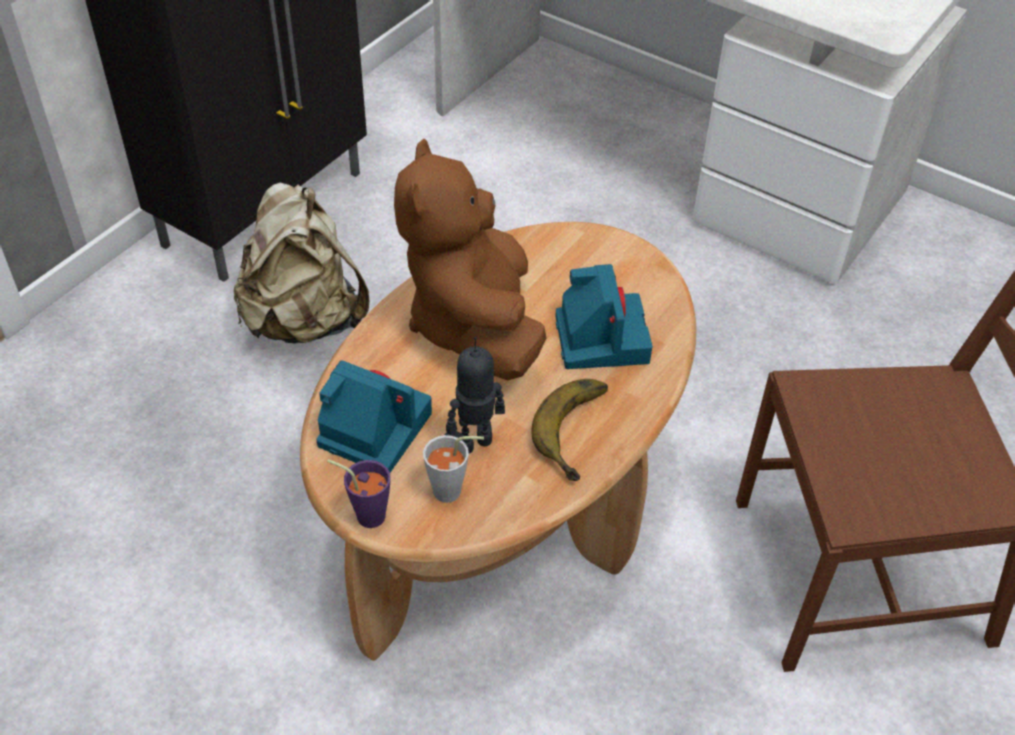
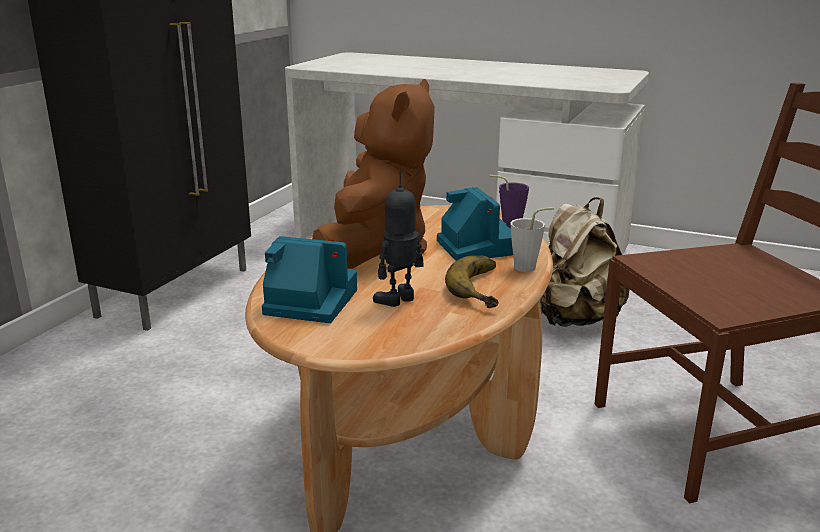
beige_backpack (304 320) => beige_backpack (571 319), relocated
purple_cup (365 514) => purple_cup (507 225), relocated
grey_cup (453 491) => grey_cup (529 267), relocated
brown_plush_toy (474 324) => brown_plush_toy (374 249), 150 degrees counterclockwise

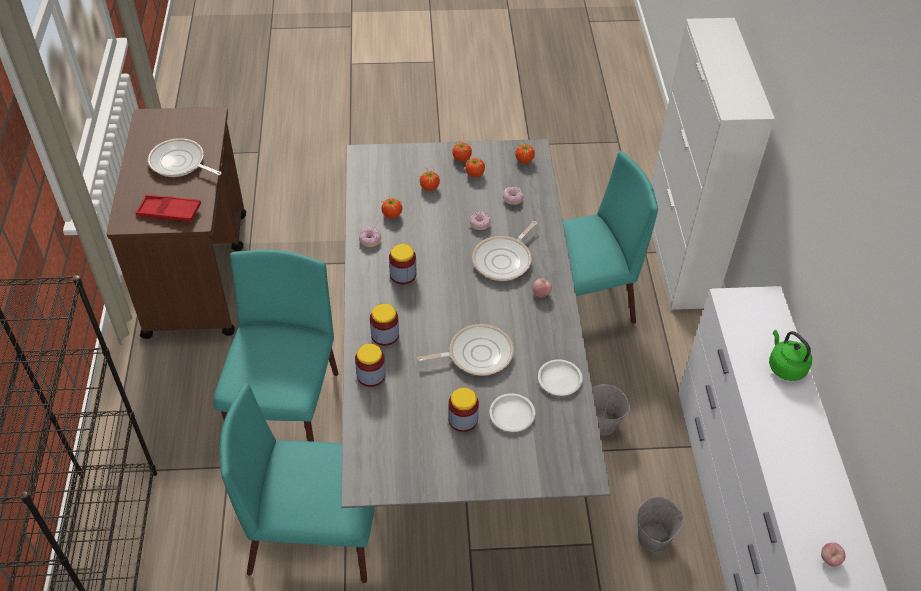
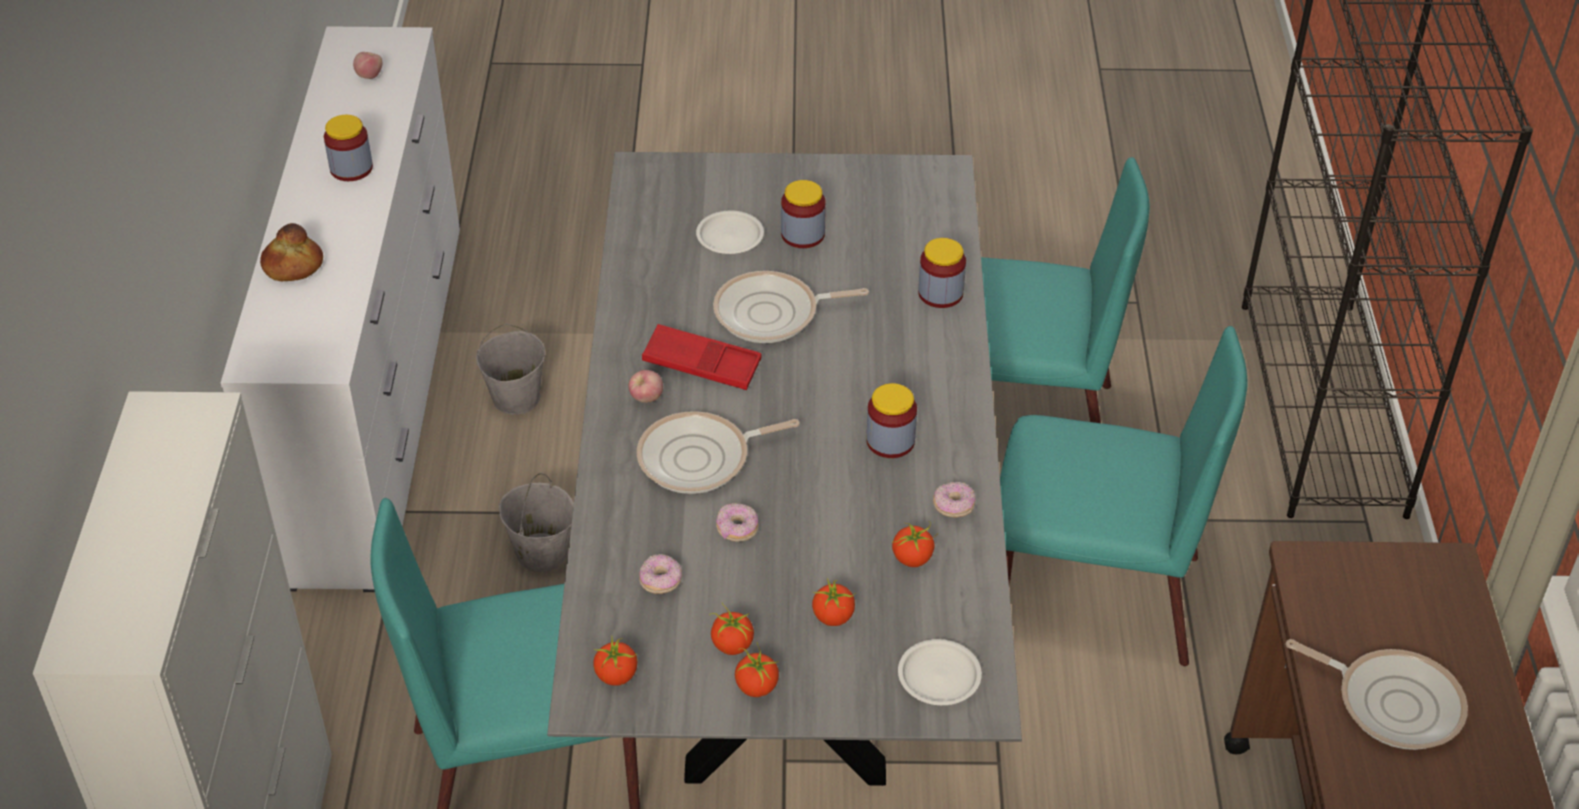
red_tray (169 212) => red_tray (702 364), relocated
jar (385 335) => jar (351 168), relocated
white_plate (560 379) => white_plate (938 677), relocated
green_kettle (785 366) => bread (292 267)
turquoise_chair (286 413) => turquoise_chair (1092 595), 90 degrees counterclockwise
frying_pan (504 260) => frying_pan (700 459), 150 degrees counterclockwise

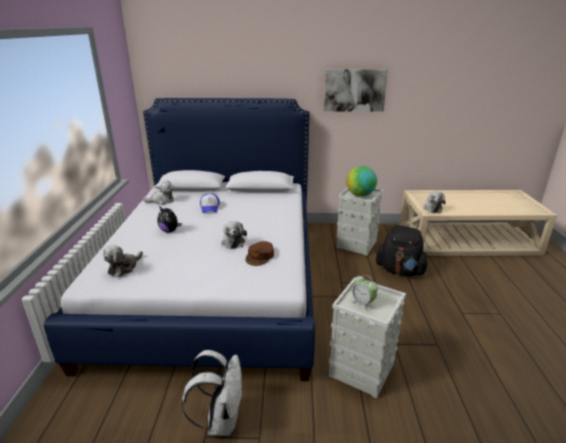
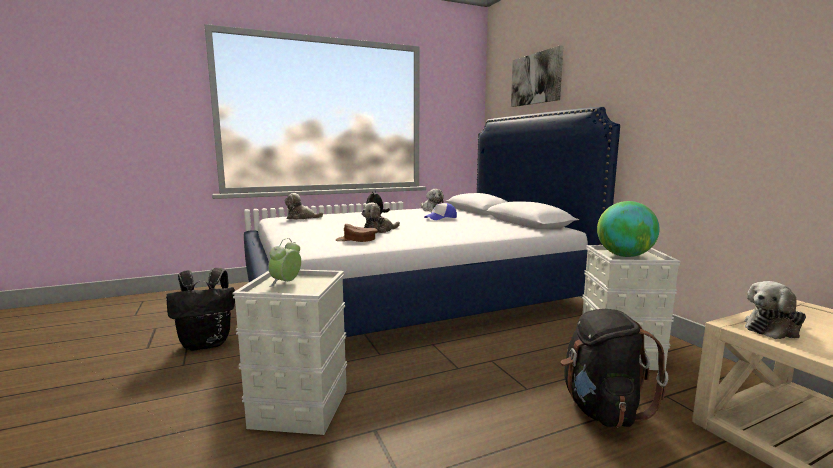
picture (354 90) => picture (536 79), relocated
white_backpack (221 420) => black_backpack (207 343)

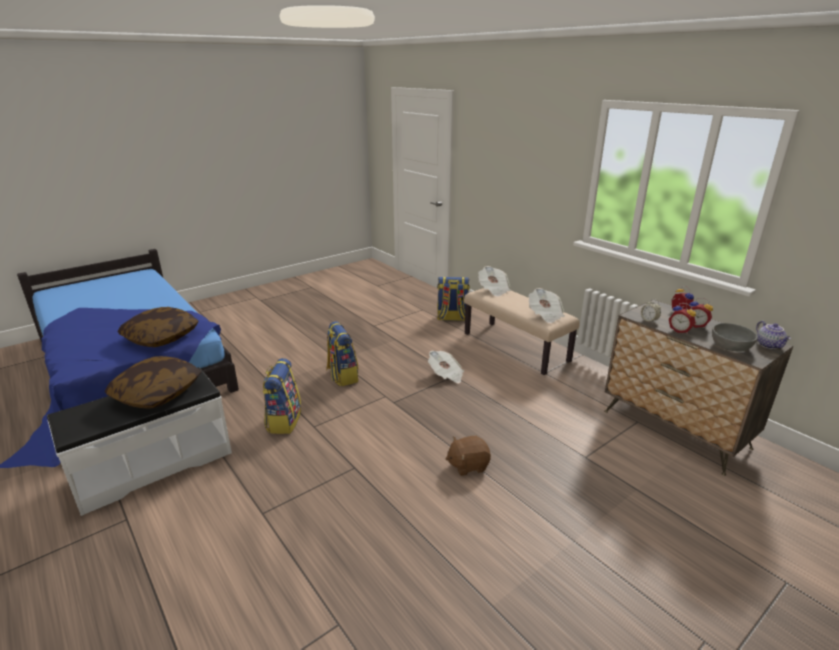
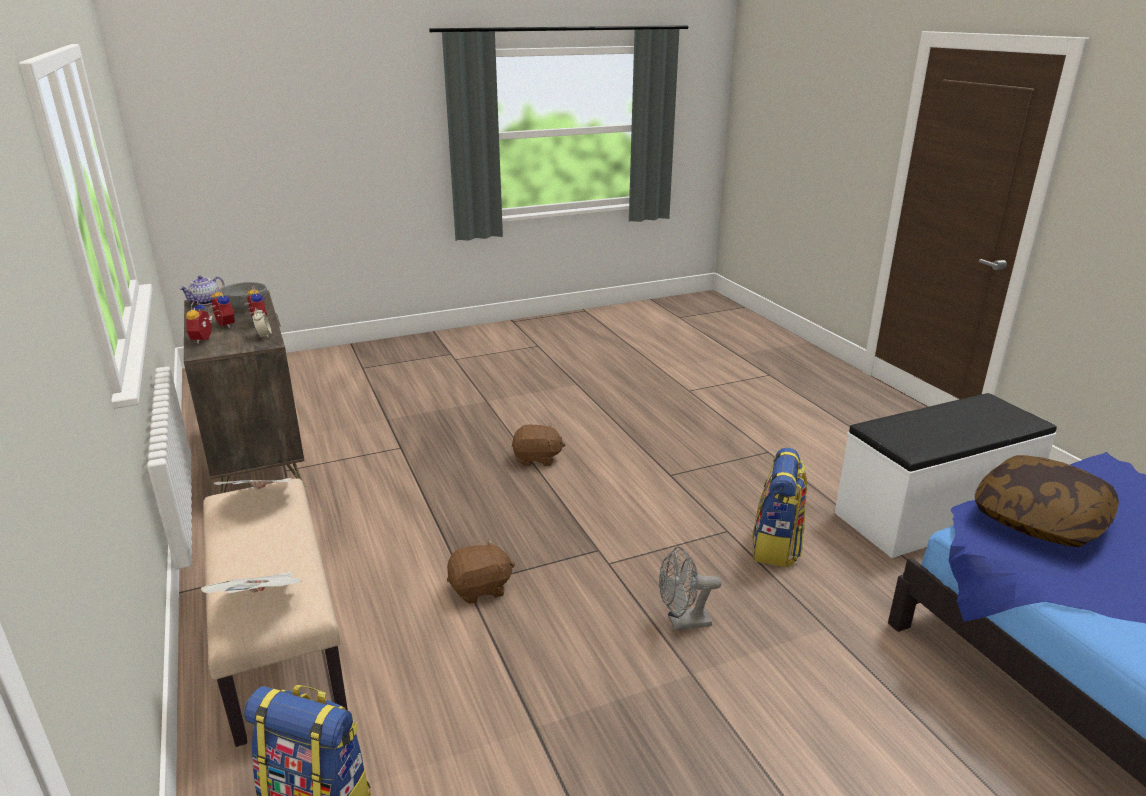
pillow (157 394) => nothing
backpack (342 376) => grey_fan (683 623)
newspaper (446 375) => brown_plush_toy (480 589)
teapot (769 345) => teapot (205 302), 150 degrees counterclockwise

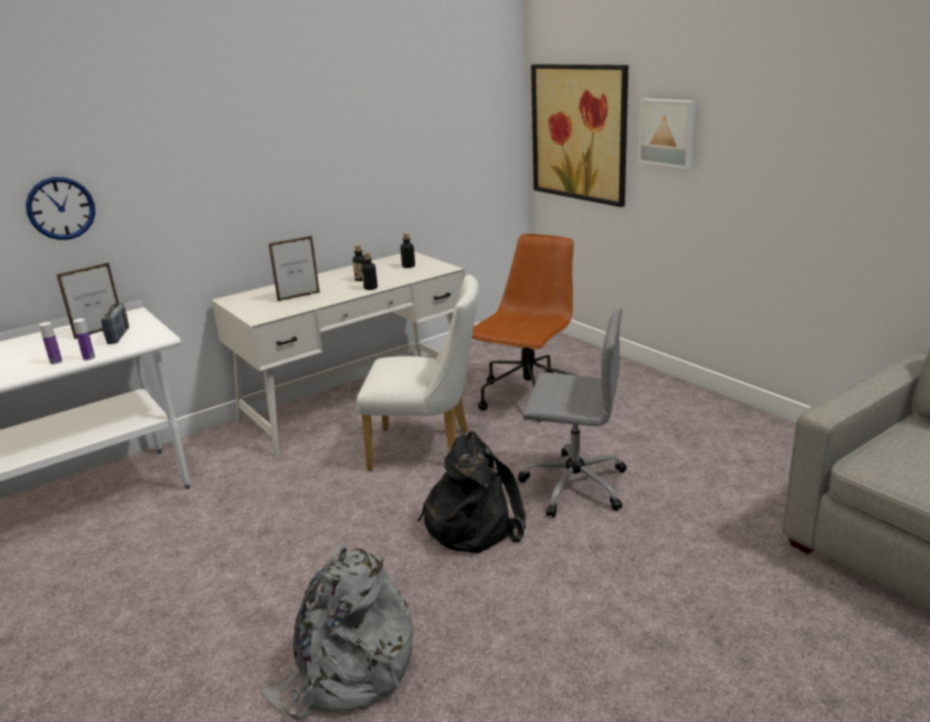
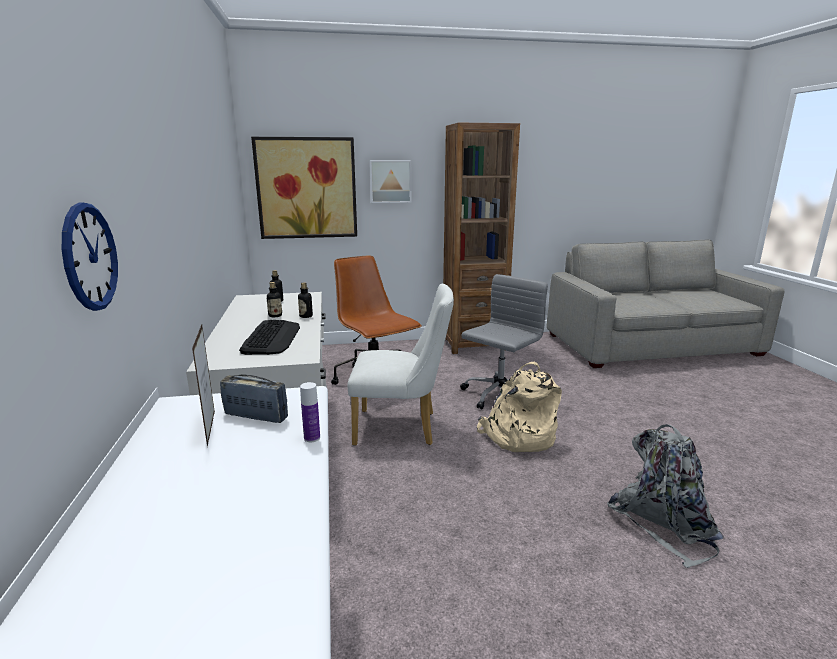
bottle (56 362) => nothing
nothing => brown_bookcase (473 344)
picture_frame (299 297) => keyboard (272 338)
black_backpack (473 524) => beige_backpack (518 436)
white_chair (428 449) => white_chair (402 428), 60 degrees clockwise

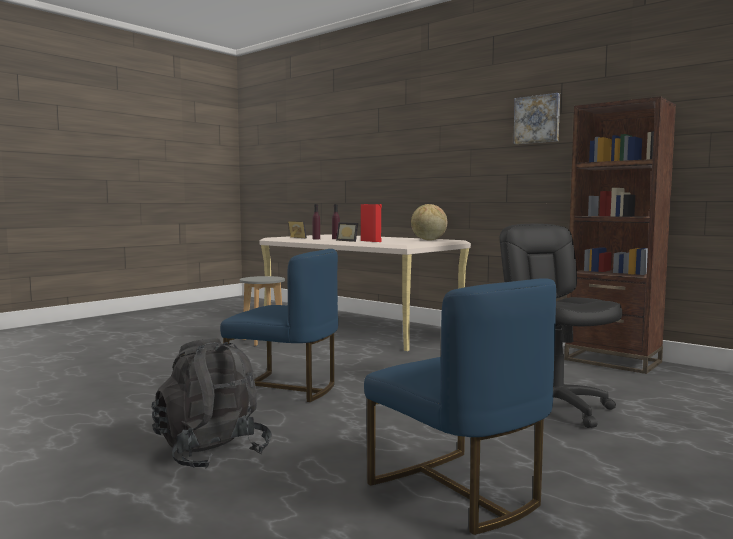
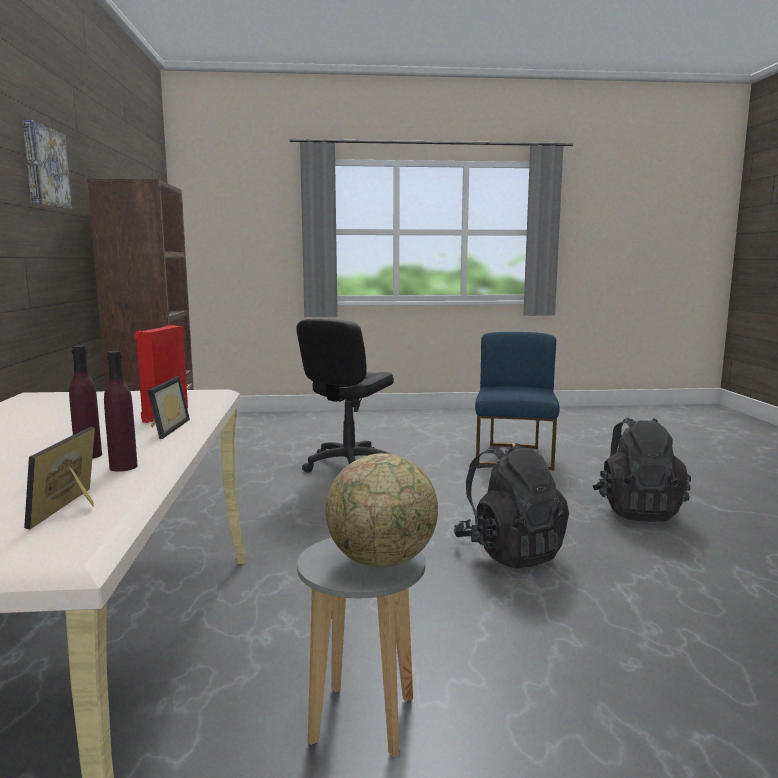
globe (428 240) => globe (382 561), relocated
blue_chair (285 389) => black_backpack (509 552)

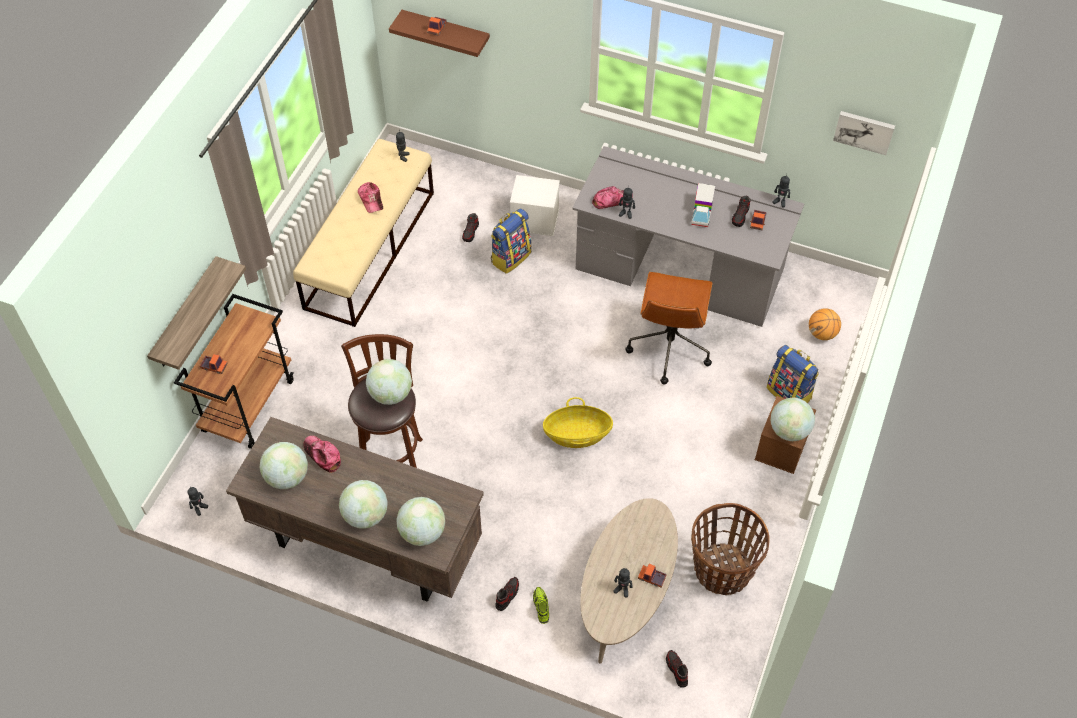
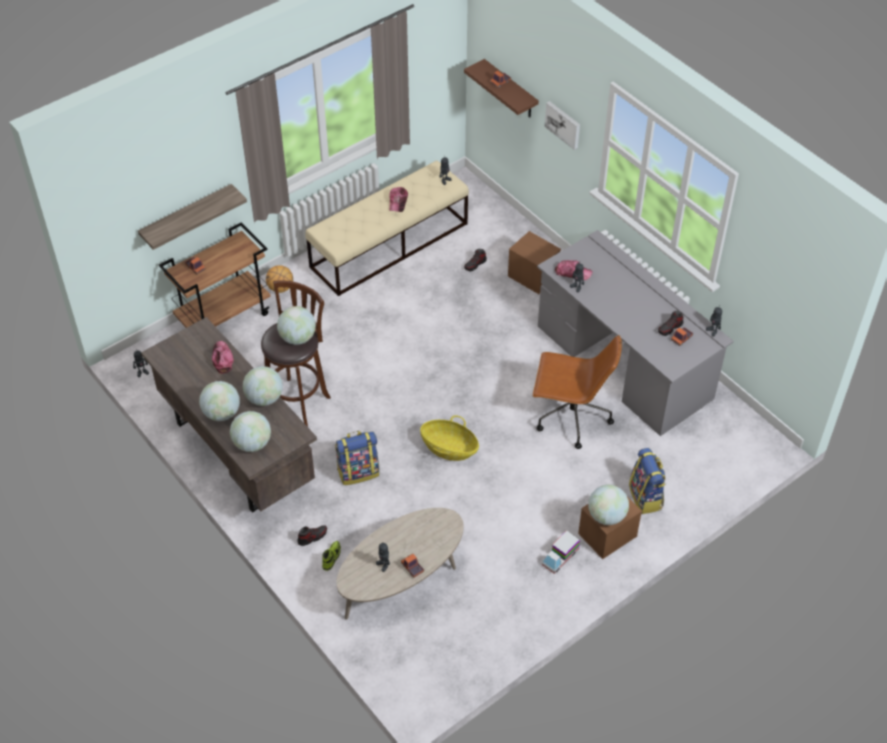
shoe (676 670) => nothing
basket (722 570) => nothing
globe (287 477) => globe (264 398), relocated
backpack (510 257) => backpack (358 472), relocated
toy_truck (702 212) => toy_truck (560 557), relocated
basketball (822 333) => basketball (280 288), relocated
picture (864 131) => picture (563 124), relocated
white_storage_box (534 220) => brown_storage_box (532 276)
brown_office_chair (669 347) => brown_office_chair (571 417), 120 degrees counterclockwise

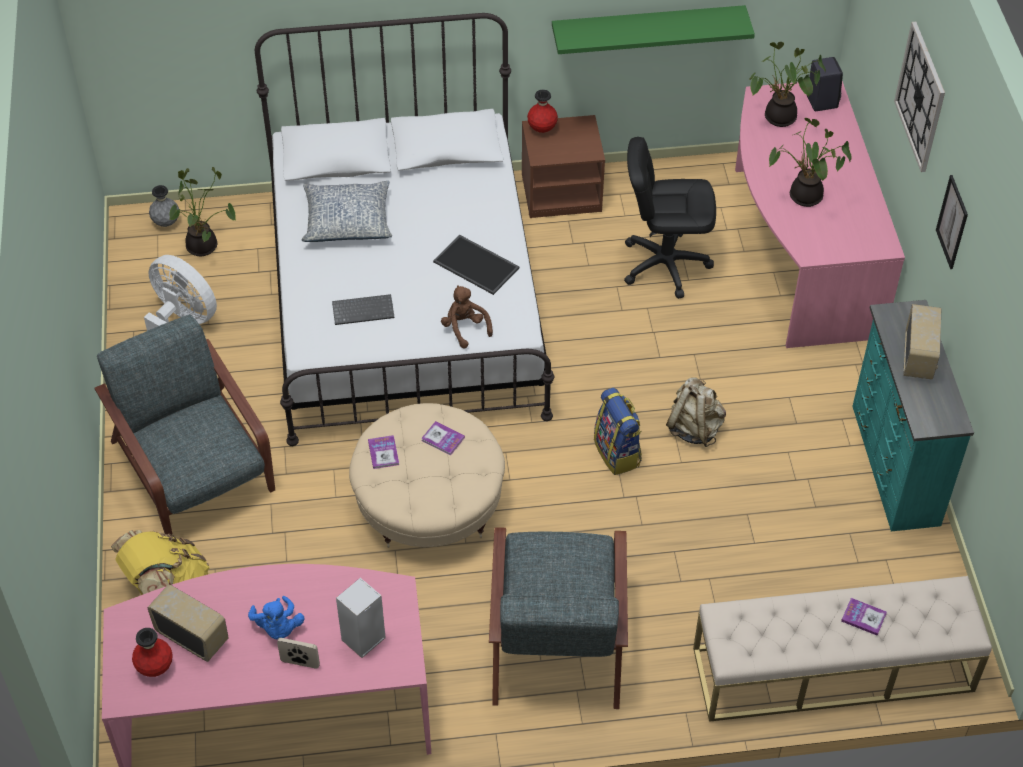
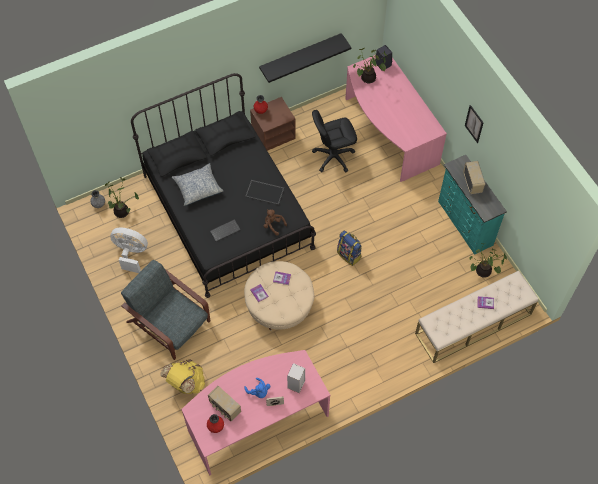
grey_armchair (557 636) => nothing
beige_backpack (694 428) => nothing
wall_clock (920 97) => nothing
potted_plant (803 198) => potted_plant (482 272), relocated
white_bed (405 302) => black_bed (227 211)
green_shelf (648 27) => black_shelf (300 55)
radio (192 636) => radio (225 408), 150 degrees counterclockwise

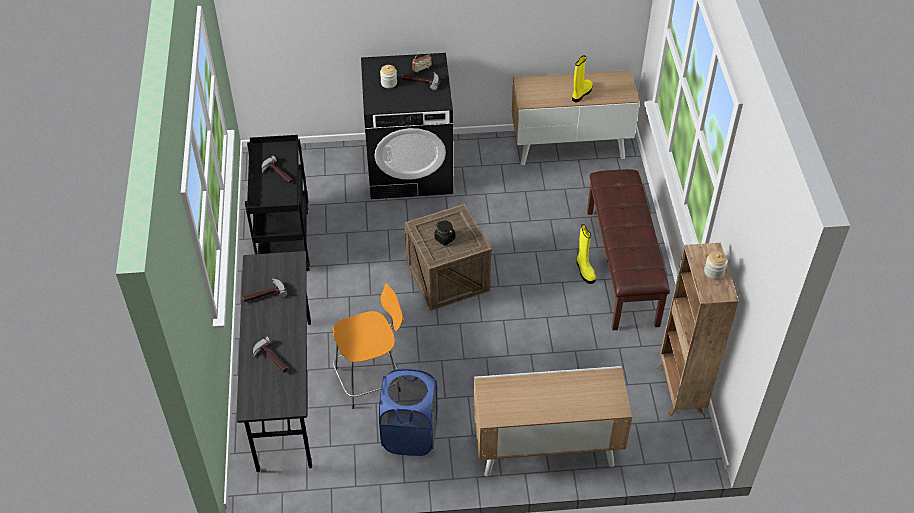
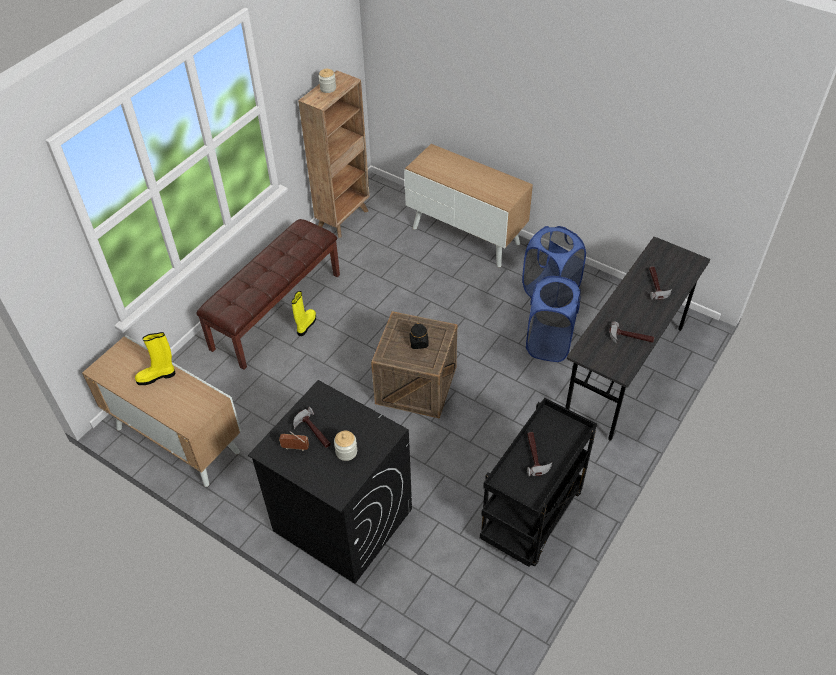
orange_stool (370 379) => blue_laundry_basket (549 343)

